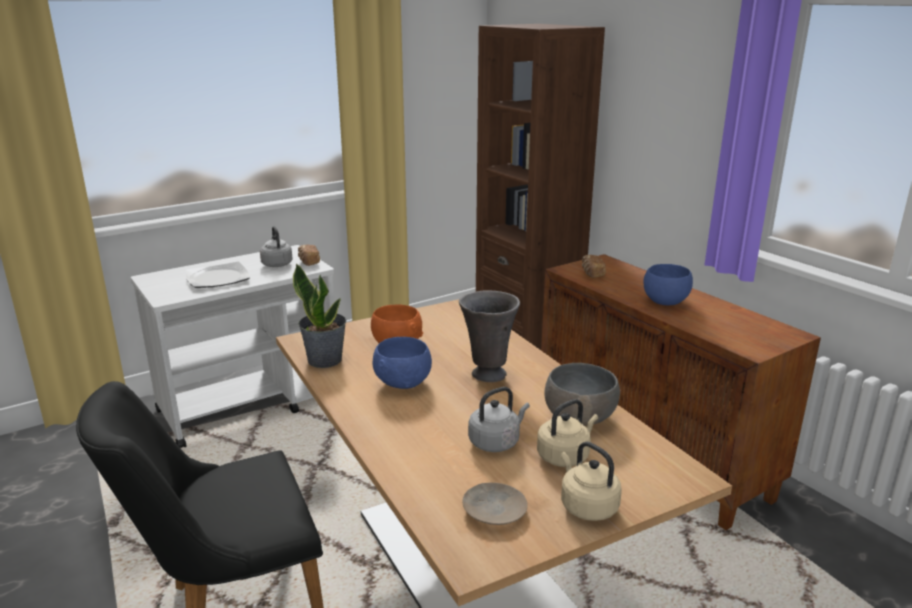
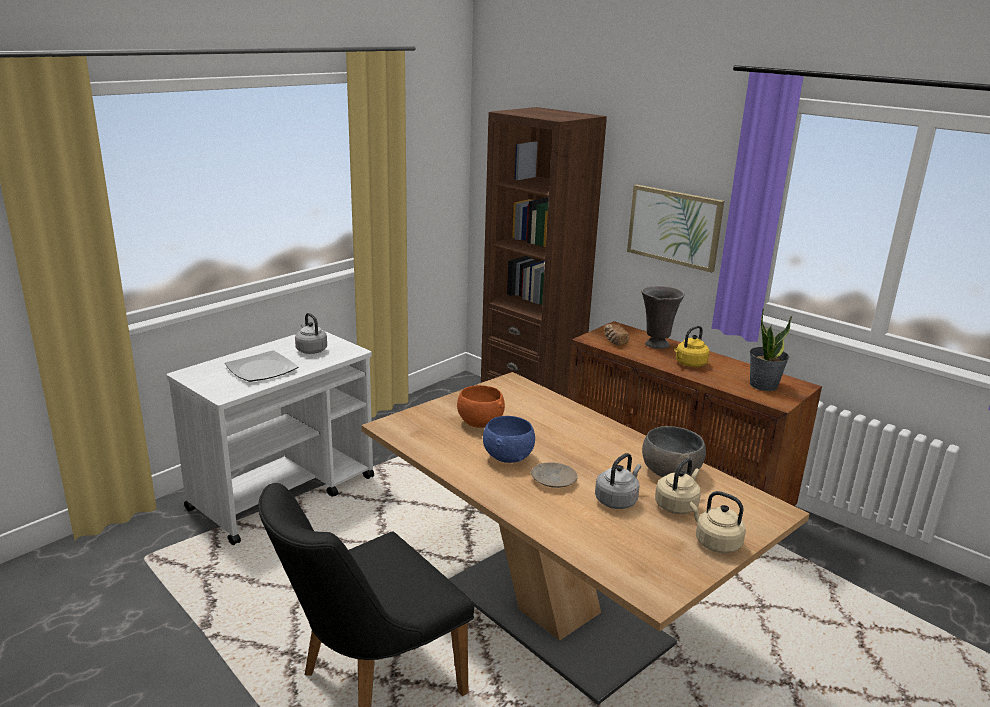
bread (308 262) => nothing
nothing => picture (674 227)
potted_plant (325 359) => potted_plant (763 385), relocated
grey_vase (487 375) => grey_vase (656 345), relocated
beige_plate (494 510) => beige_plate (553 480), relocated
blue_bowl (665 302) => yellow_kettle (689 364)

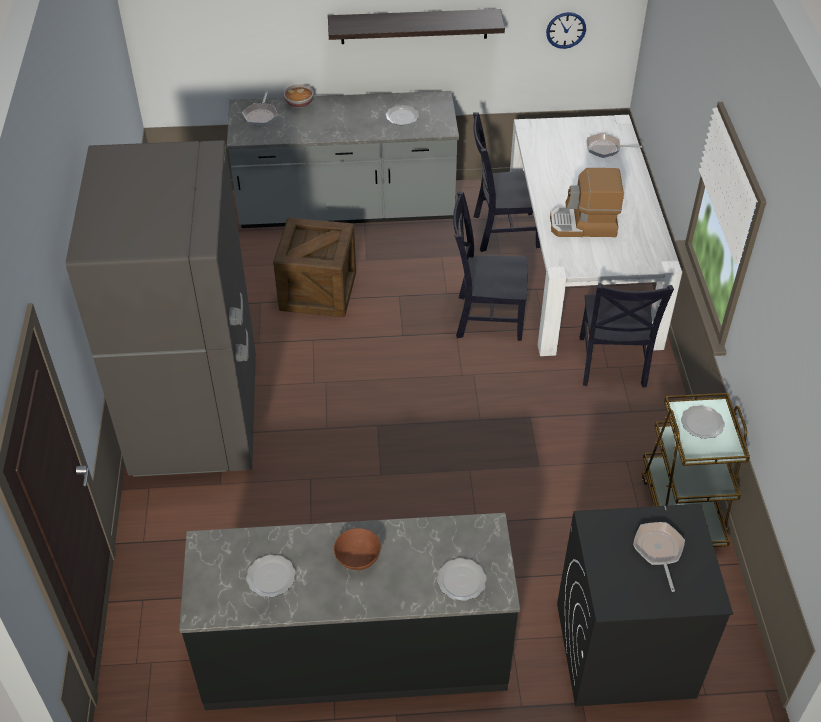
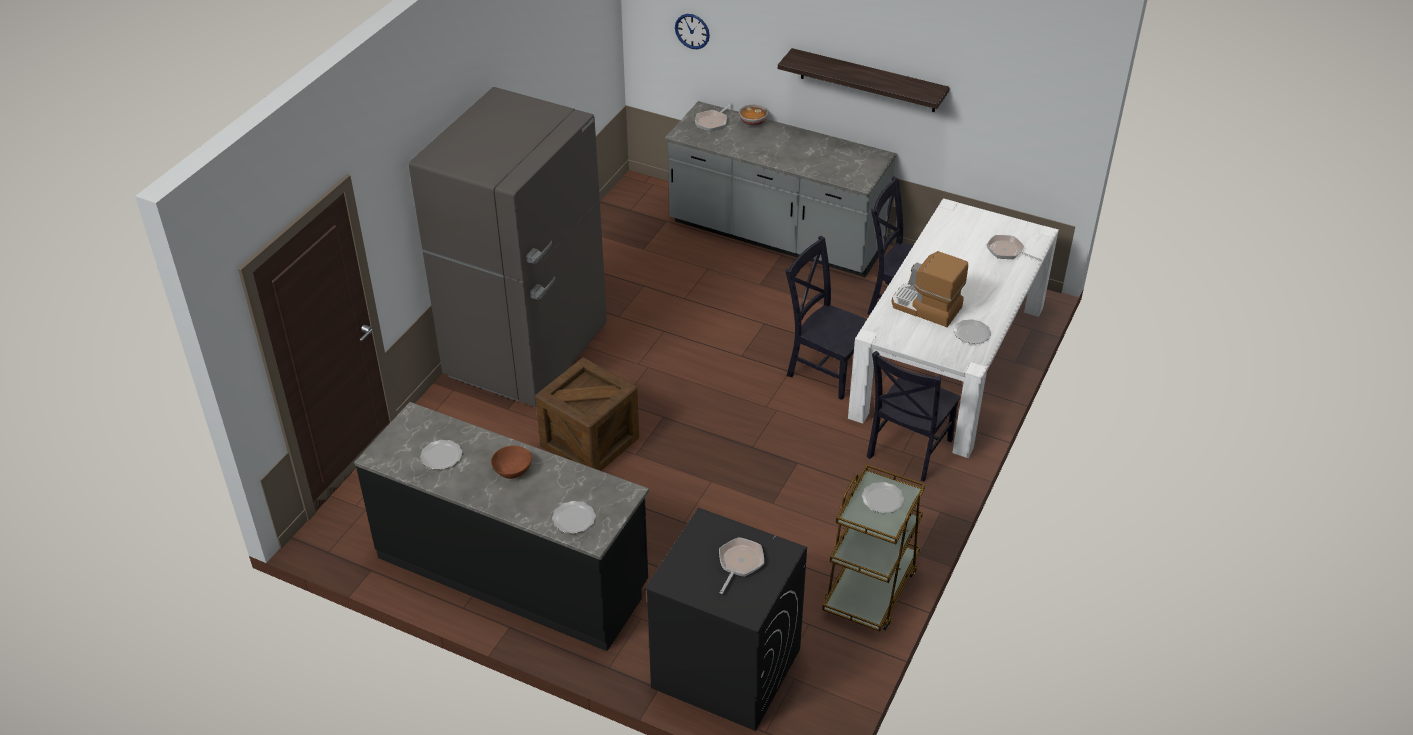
crate (318 291) => crate (590 442), relocated
plate (402 117) => plate (971 333), relocated
wall_clock (566 30) => wall_clock (692 31), relocated

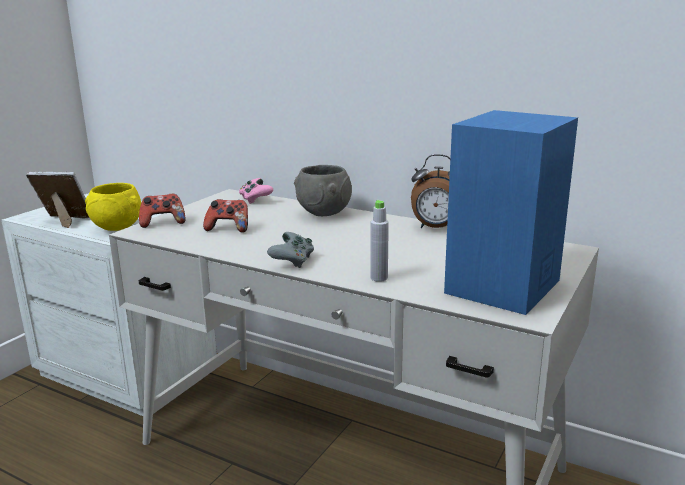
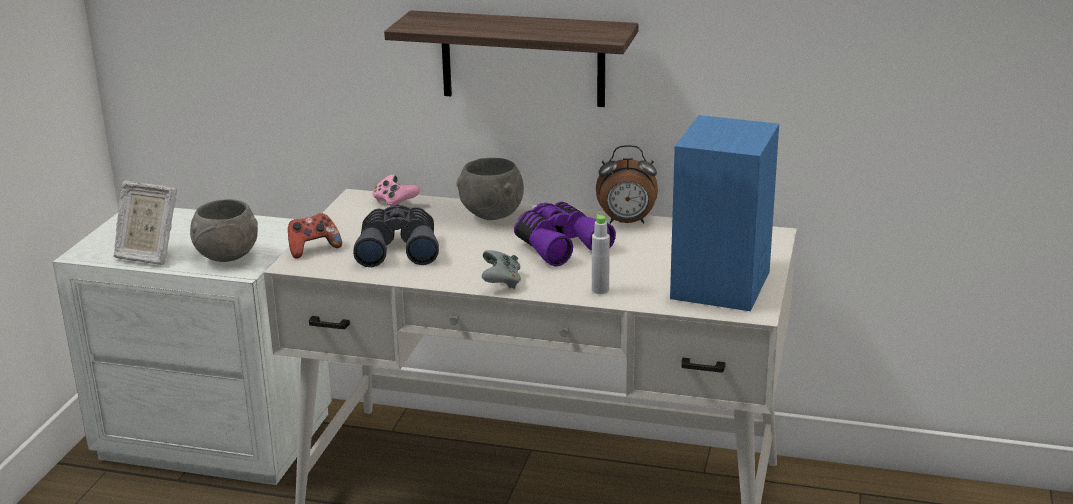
nothing => shelf (523 59)
nothing => purple_binoculars (559 245)
game_controller (228 229) => grey_binoculars (398 248)
yellow_bowl (118 229) => grey_bowl (229 258)
picture_frame (66 222) => picture_frame (148 255), 150 degrees counterclockwise

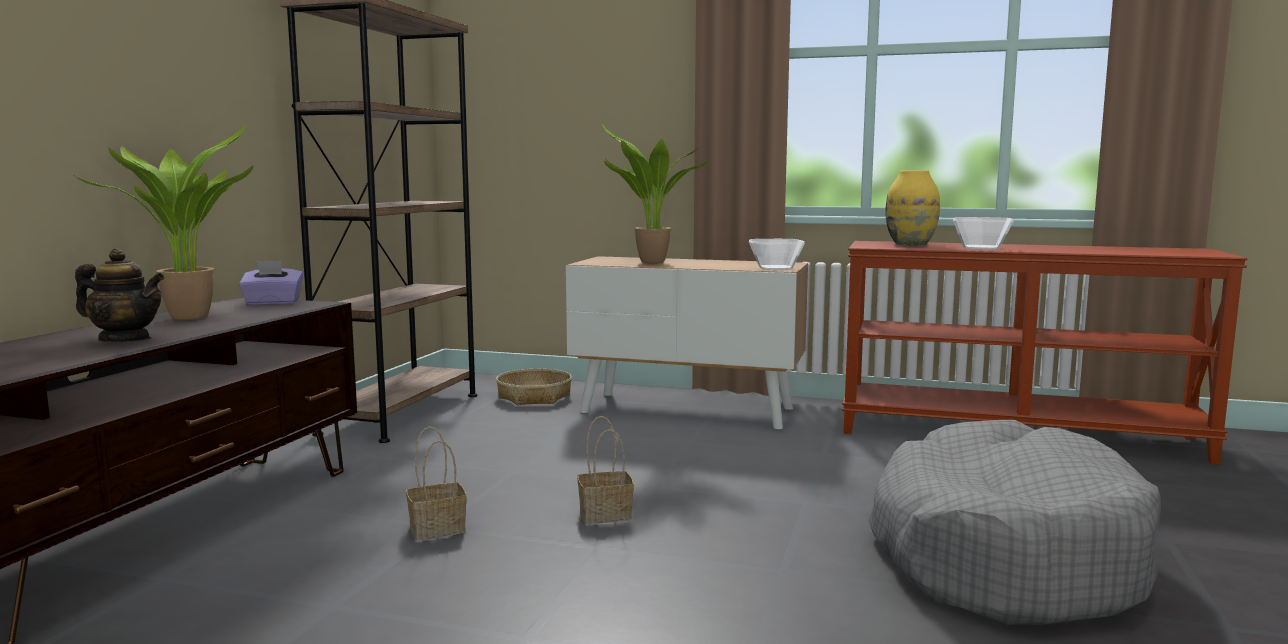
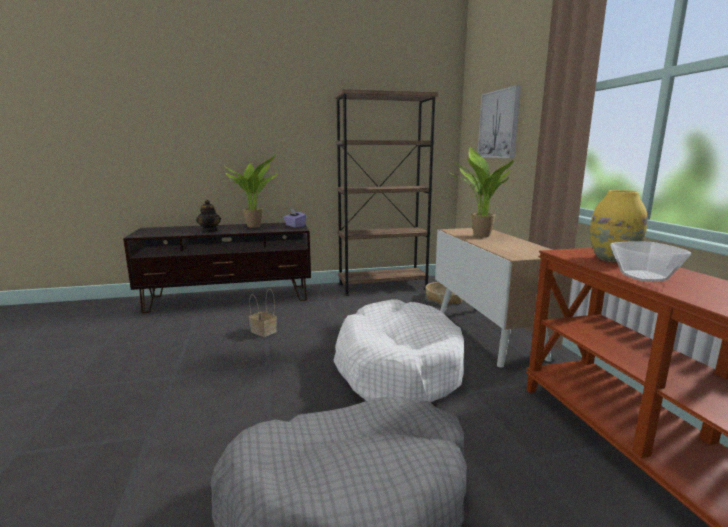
basket (607 514) => nothing
bowl (774 268) => nothing
nothing => white_dog_bed (397 368)
nothing => picture (499 124)

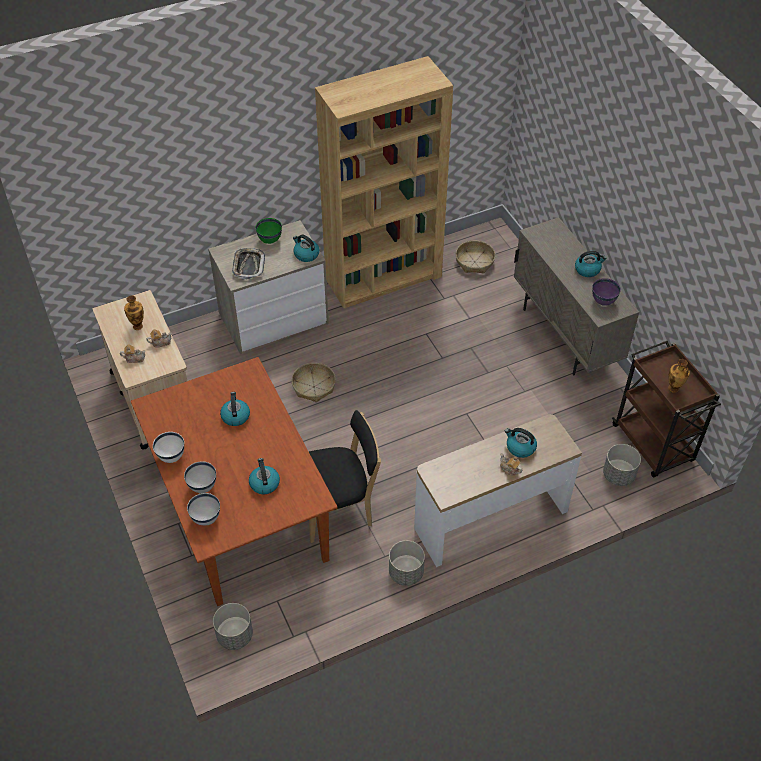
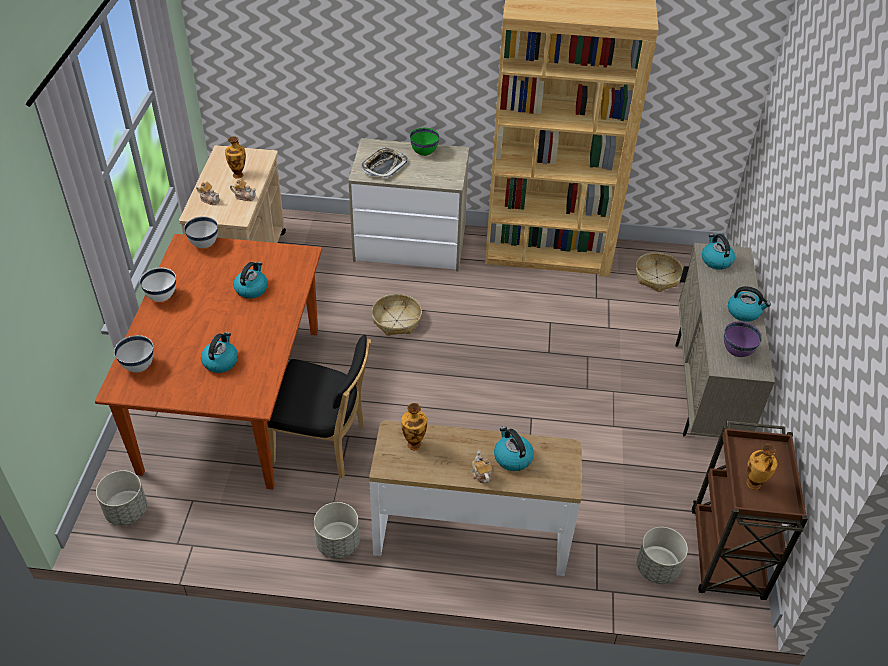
nothing => vase (414 444)
white_bowl (202 486) => white_bowl (204 244), relocated
kettle (306 254) => kettle (716 260), relocated

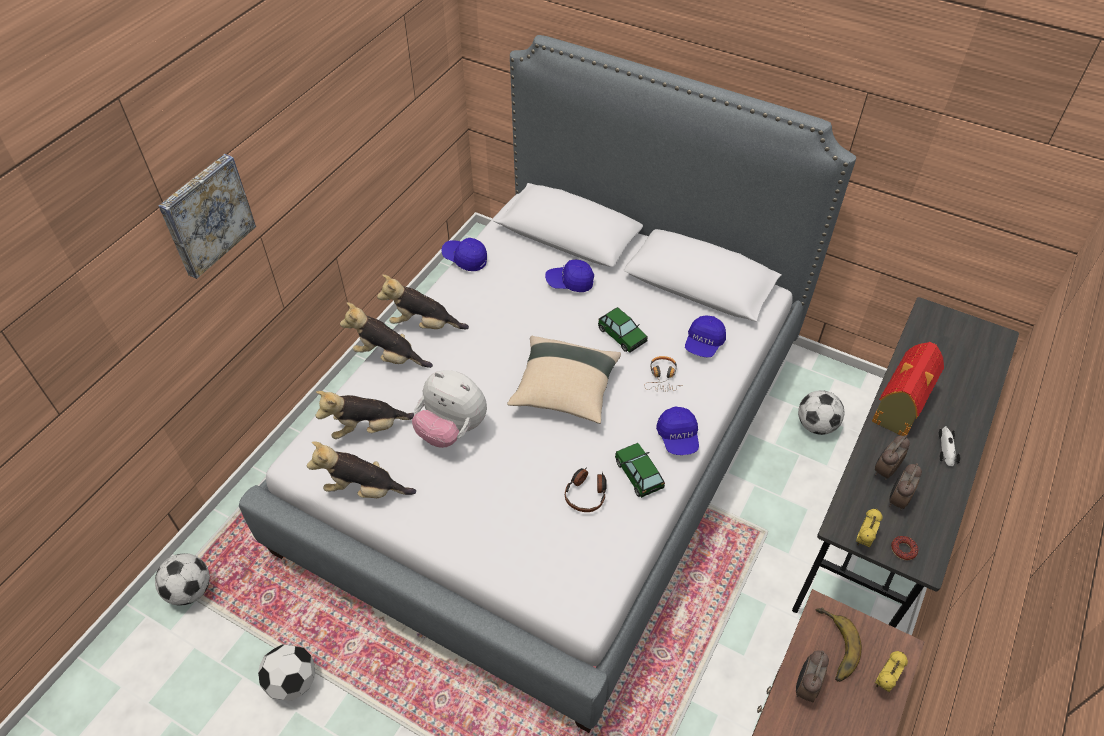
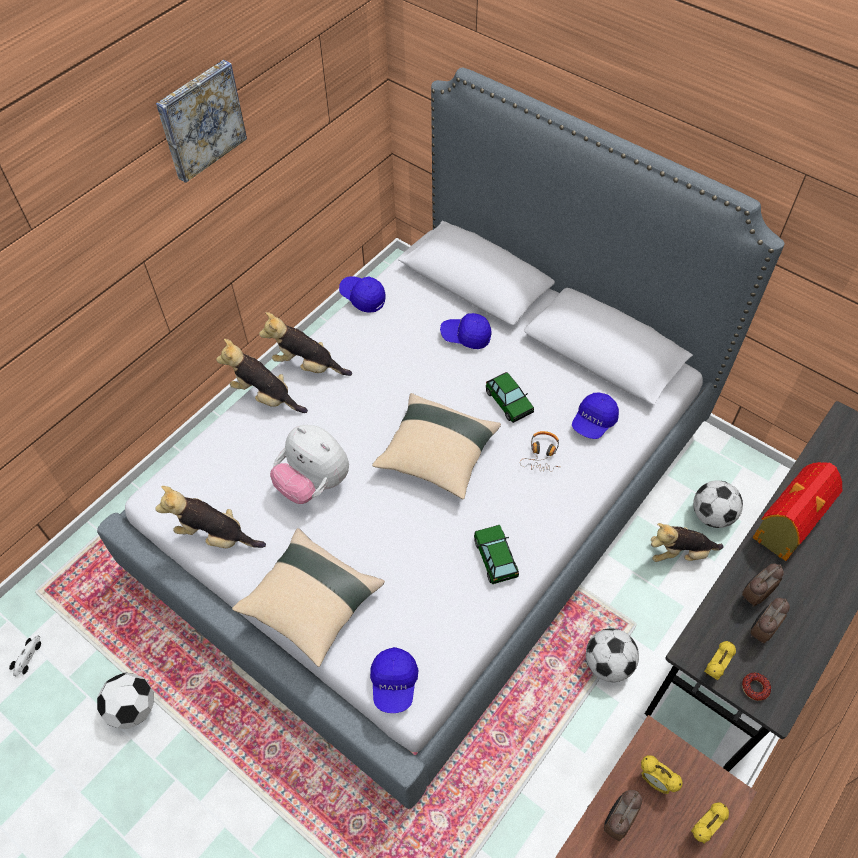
headphones (586 493) => nothing
nothing => beige_pillow (311 604)
football (190 590) => football (608 664), relocated
picture (206 215) => picture (200 120), relocated
plush_toy (368 428) => plush_toy (679 553), relocated
blue_cap (678 438) => blue_cap (394 684), relocated
toy_car (946 448) => toy_car (28 656), relocated
banana (831 646) => alarm_clock (655 781)

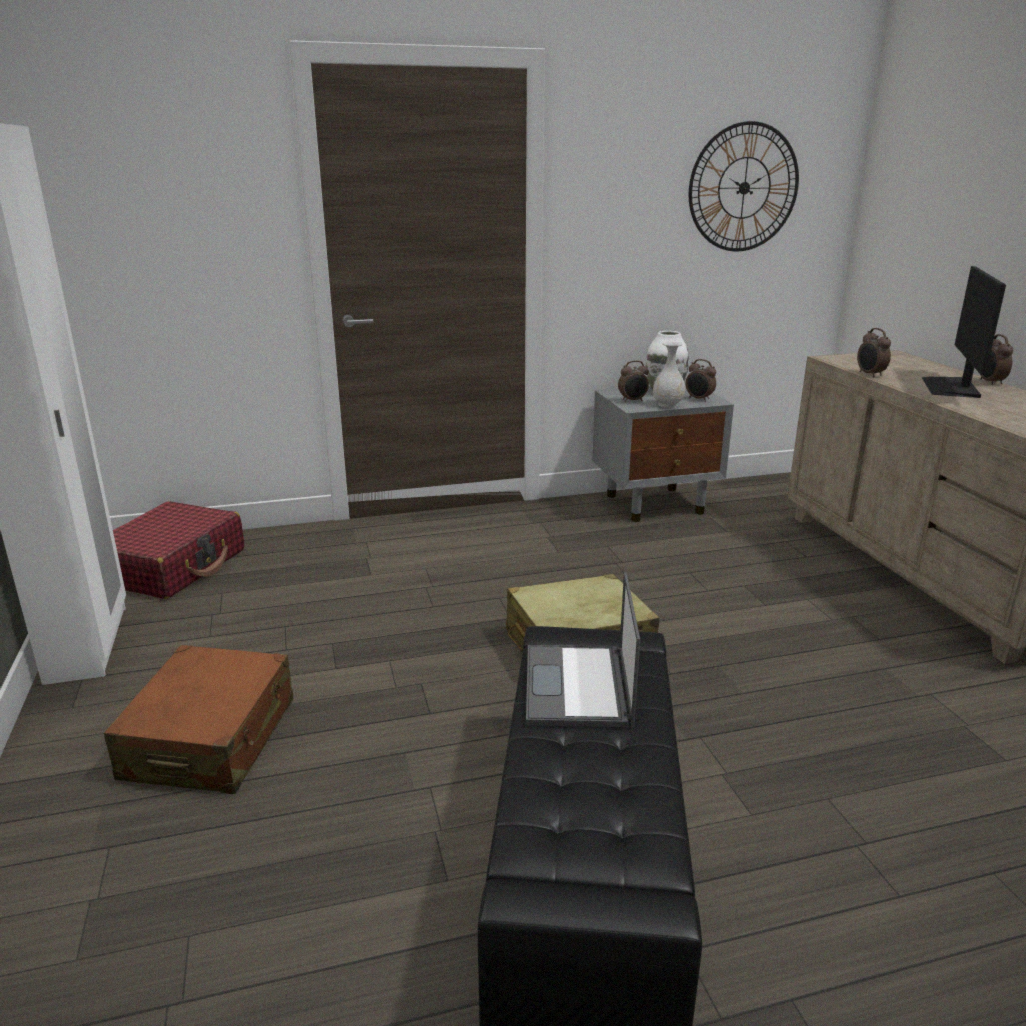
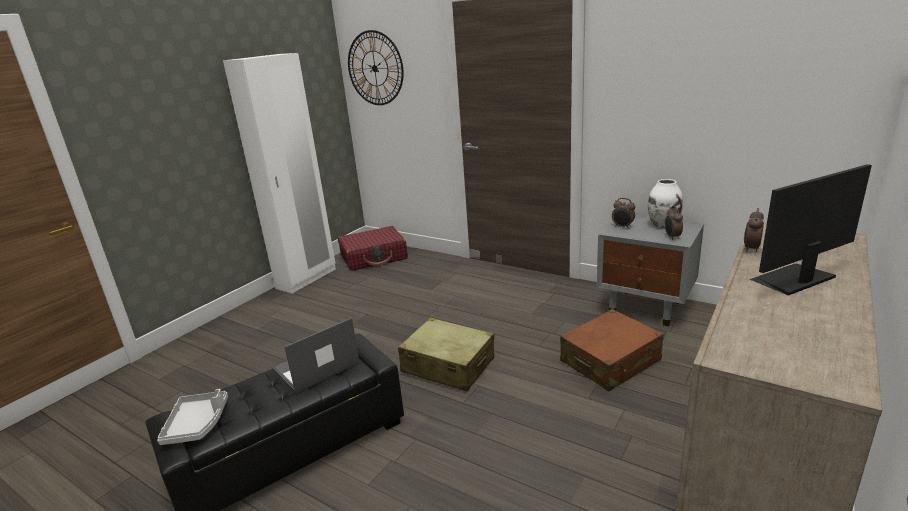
white_vase (668 405) => nothing
alarm_clock (990 382) => nothing
nothing => grey_tray (197 424)
brown_suitcase (211 739) => brown_suitcase (610 361), relocated
wall_clock (744 188) => wall_clock (375 68), relocated

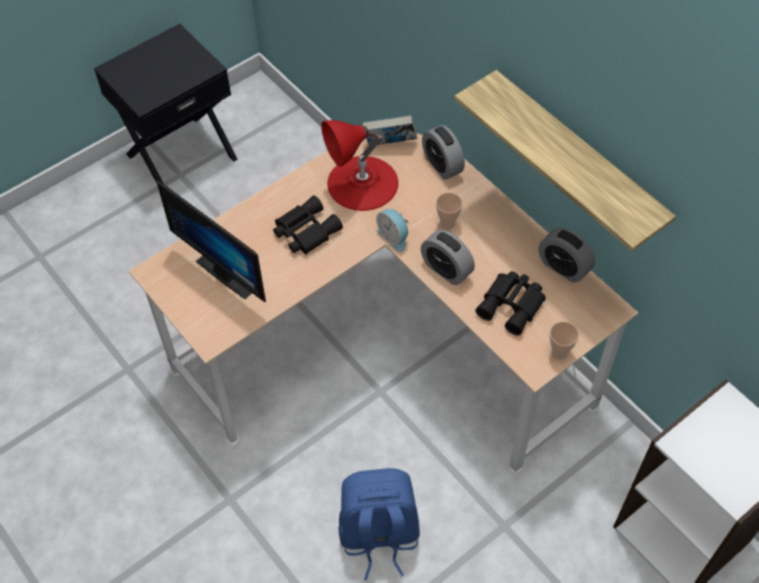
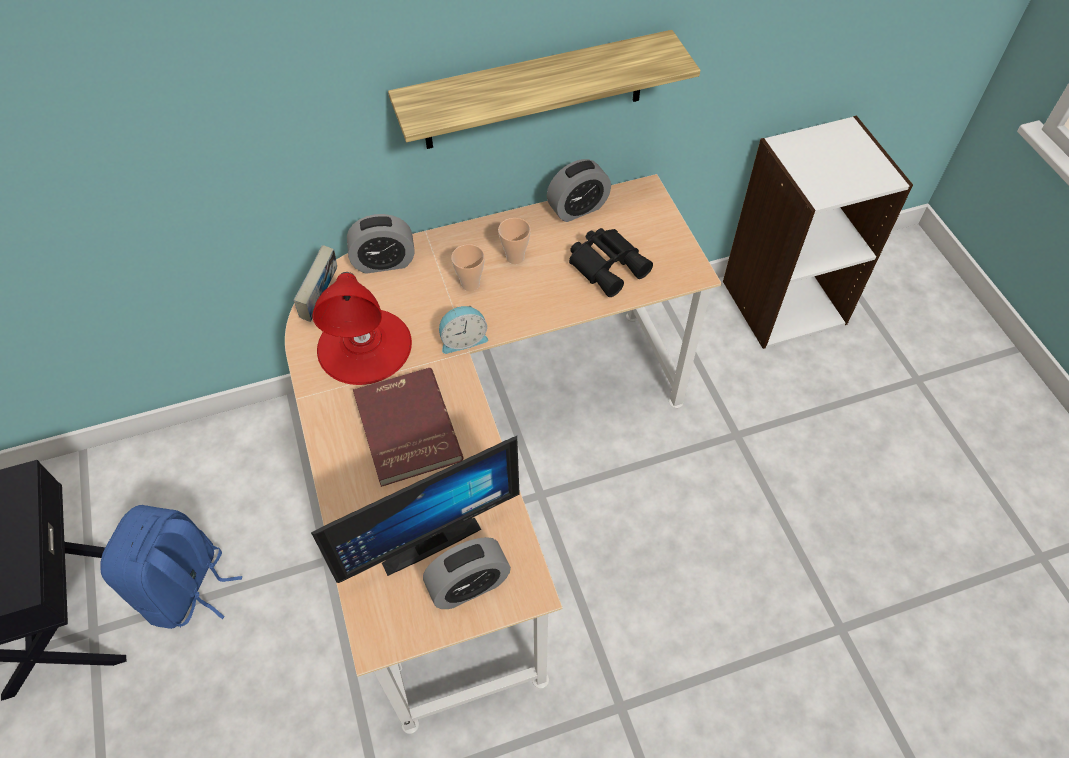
blue_backpack (378 536) => blue_backpack (187 587), relocated
alarm_clock (446 269) => alarm_clock (469 585), relocated
cup (559 352) => cup (515 257), relocated
black_binoculars (305 231) => red_book (405 429)

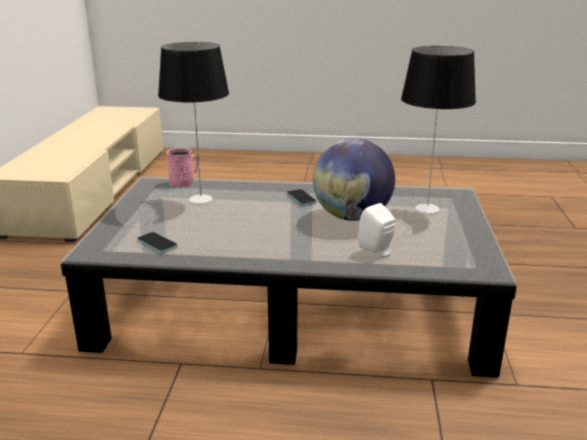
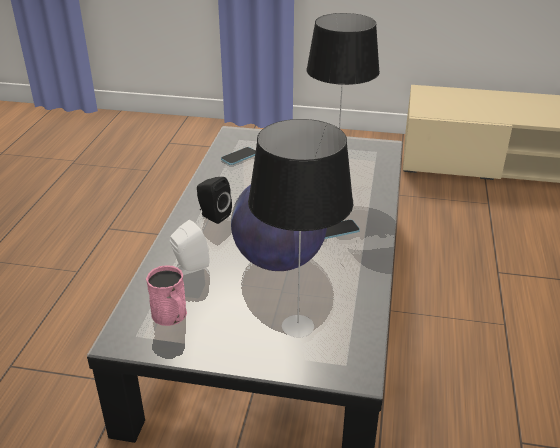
nothing => black_speaker (213 216)
pink_mug (184 181) => pink_mug (172 316), relocated

